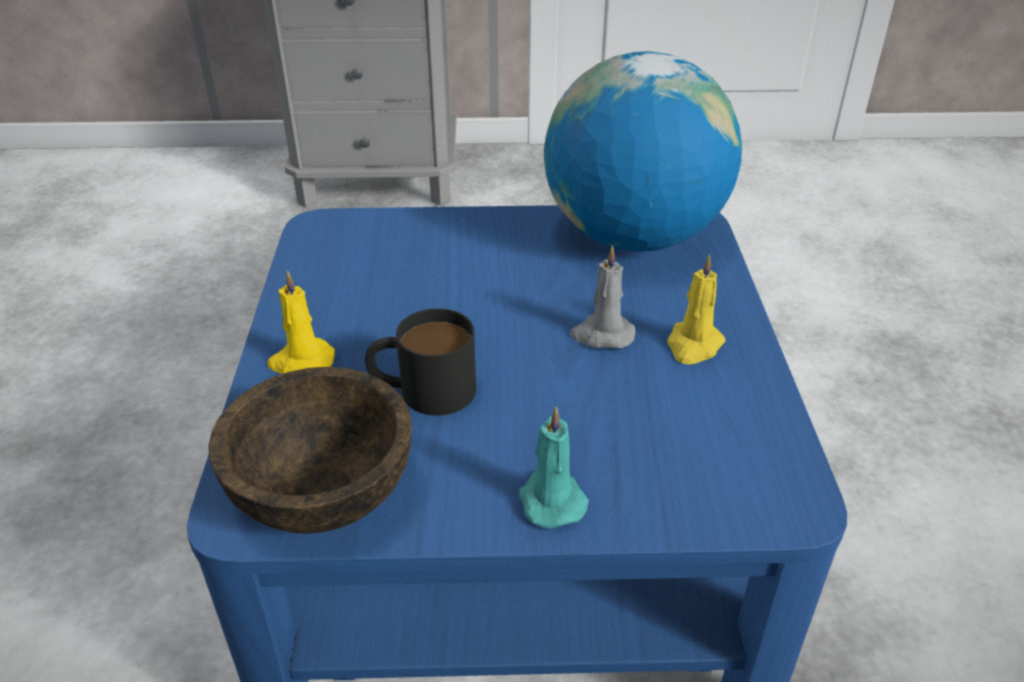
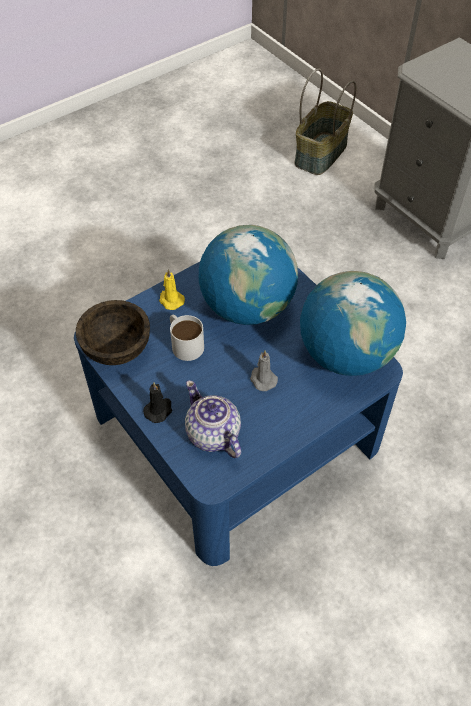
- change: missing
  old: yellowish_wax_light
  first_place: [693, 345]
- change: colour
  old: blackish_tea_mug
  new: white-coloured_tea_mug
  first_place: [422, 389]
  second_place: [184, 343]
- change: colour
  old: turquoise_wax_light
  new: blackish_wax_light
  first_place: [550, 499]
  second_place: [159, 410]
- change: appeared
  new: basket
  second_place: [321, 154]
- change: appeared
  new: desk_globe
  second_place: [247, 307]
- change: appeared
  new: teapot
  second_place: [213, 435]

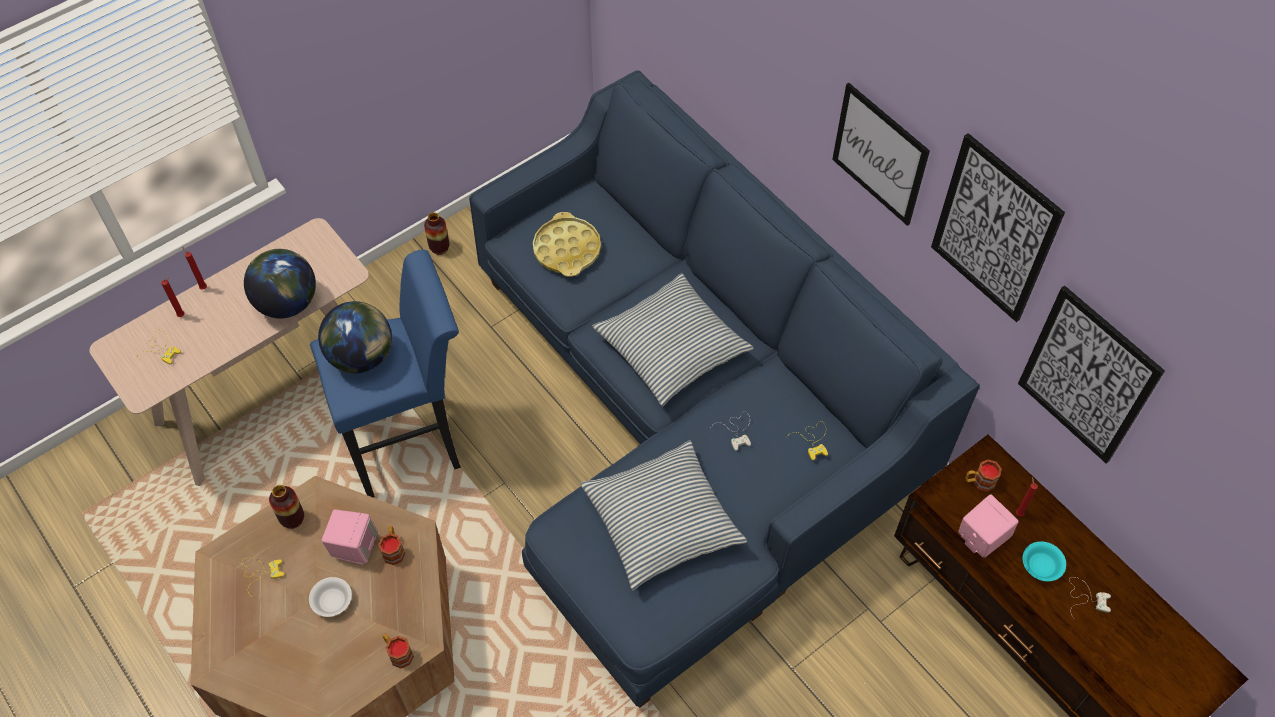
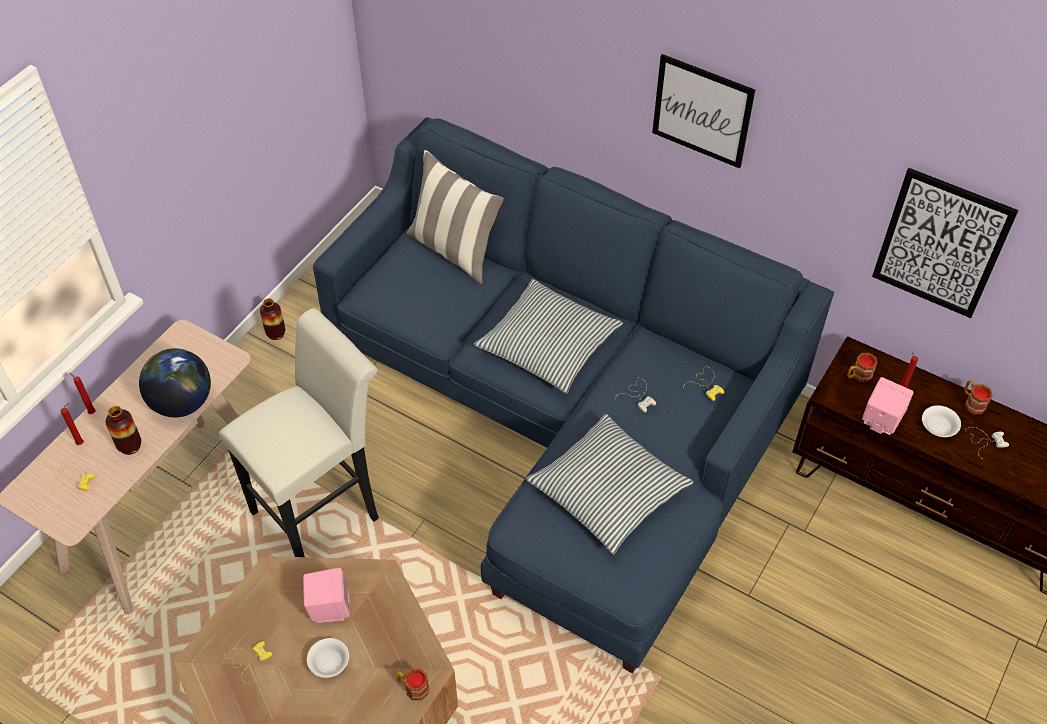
- change: missing
  old: picture
  first_place: [994, 229]
- change: missing
  old: yellowish_serving_tray
  first_place: [567, 249]
- change: colour
  old: blue_stool
  new: white-coloured_stool
  first_place: [412, 442]
  second_place: [323, 510]
- change: missing
  old: desk_globe
  first_place: [361, 356]
- change: relocated
  old: vase
  first_place: [292, 519]
  second_place: [130, 446]
- change: relocated
  old: tea_mug
  first_place: [393, 549]
  second_place: [972, 402]
- change: colour
  old: turquoise_deep_dish
  new: white-coloured_deep_dish
  first_place: [1042, 566]
  second_place: [939, 427]
- change: appeared
  new: pillow
  second_place: [455, 250]

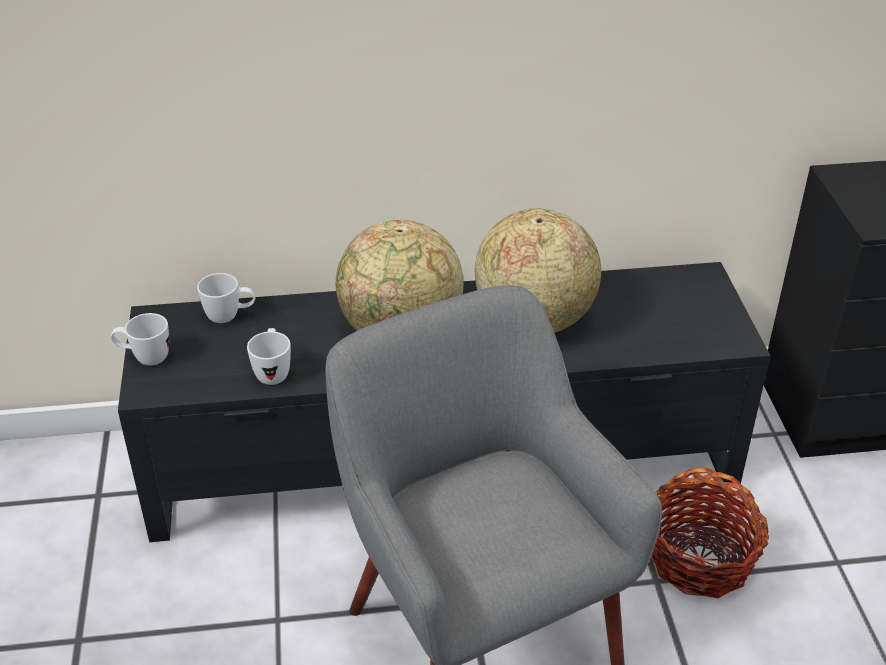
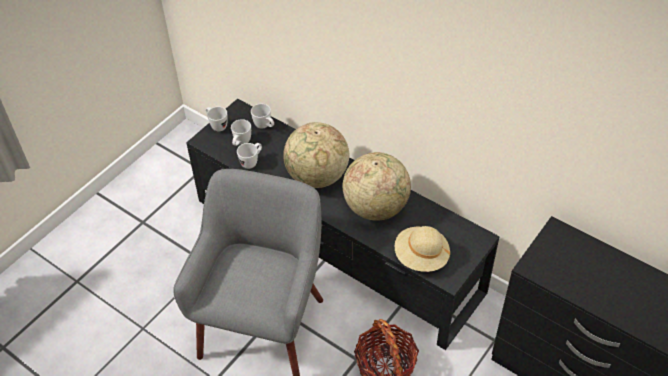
- change: appeared
  new: white-coloured_tea_mug
  second_place: [241, 143]
- change: appeared
  new: beige_hat
  second_place: [421, 257]

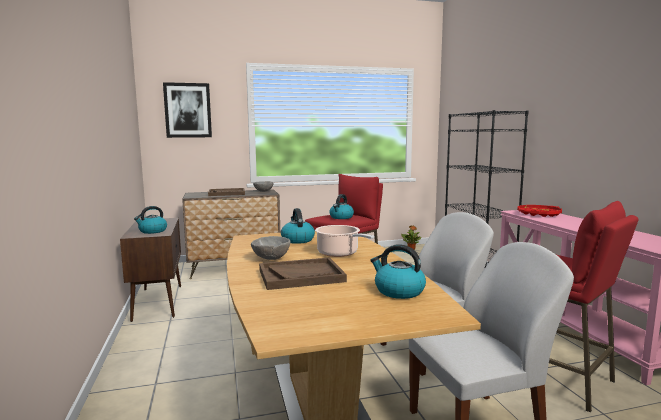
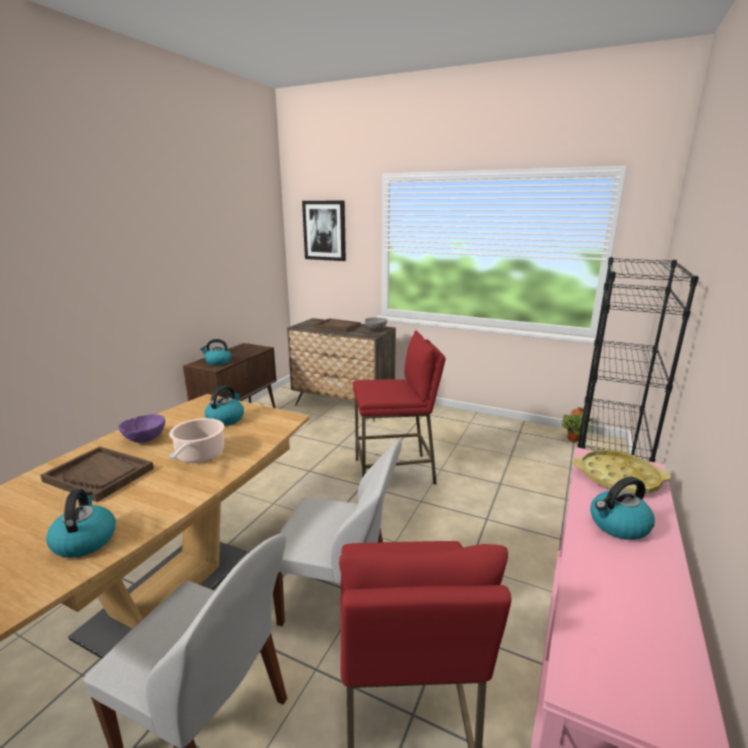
- change: relocated
  old: kettle
  first_place: [341, 217]
  second_place: [618, 525]
- change: colour
  old: red_serving_tray
  new: yellowish_serving_tray
  first_place: [538, 214]
  second_place: [618, 478]
- change: colour
  old: grey_deep_dish
  new: purple_deep_dish
  first_place: [271, 258]
  second_place: [144, 439]

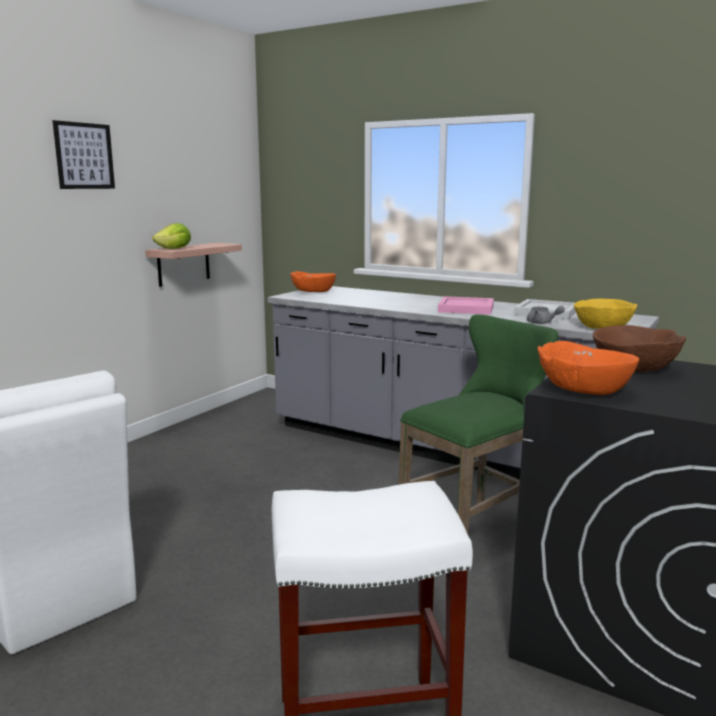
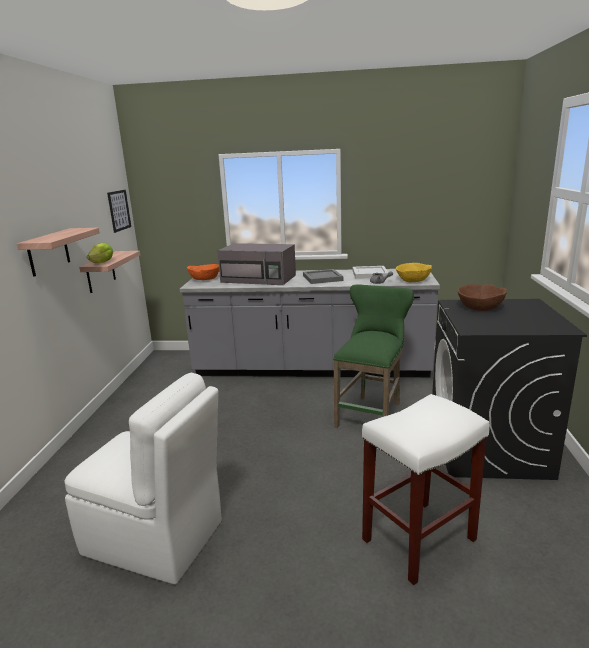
- change: relocated
  old: picture
  first_place: [84, 156]
  second_place: [119, 210]
- change: colour
  old: pink-coloured_serving_tray
  new: grey_serving_tray
  first_place: [467, 308]
  second_place: [323, 278]
- change: missing
  old: orange-coloured_deep_dish
  first_place: [584, 389]
- change: appeared
  new: bracket_shelf
  second_place: [48, 252]
- change: appeared
  new: grey_microwave
  second_place: [259, 279]

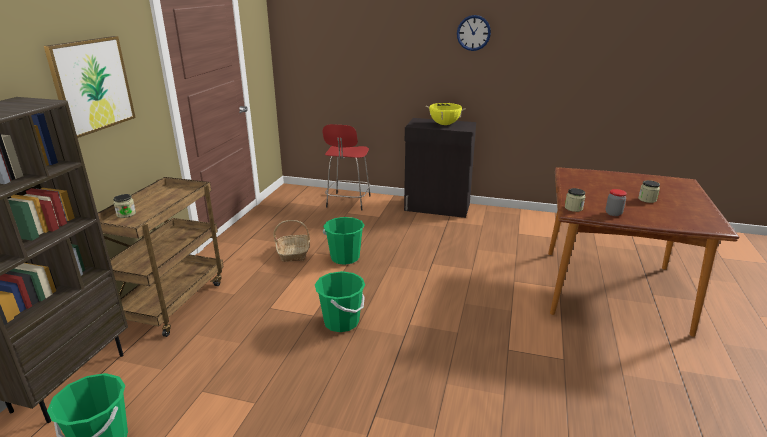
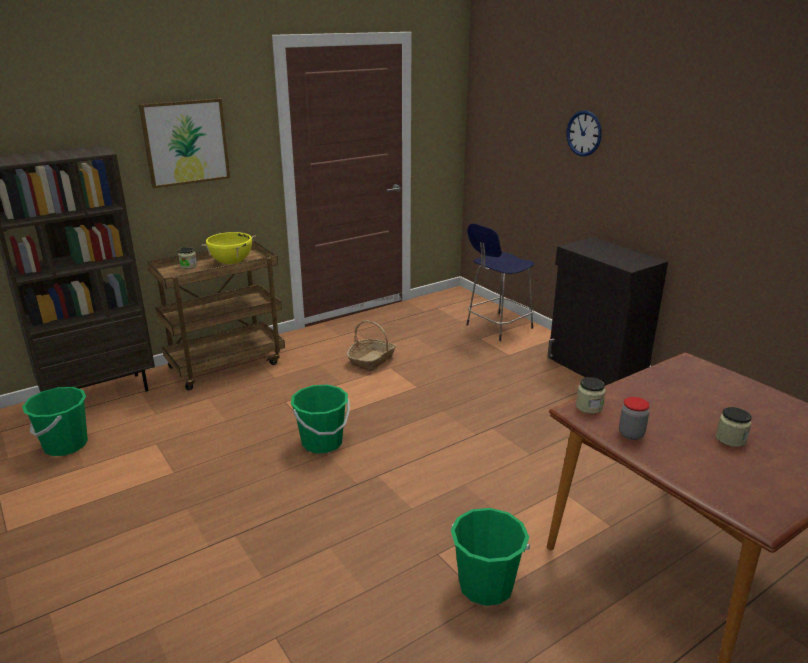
- change: relocated
  old: clock_on_the_wall
  first_place: [473, 33]
  second_place: [584, 133]
- change: relocated
  old: yellowish_saucepot
  first_place: [444, 124]
  second_place: [231, 262]
- change: colour
  old: red_stool
  new: blue_stool
  first_place: [348, 202]
  second_place: [497, 327]
- change: relocated
  old: green-coloured_bucket
  first_place: [345, 258]
  second_place: [486, 585]

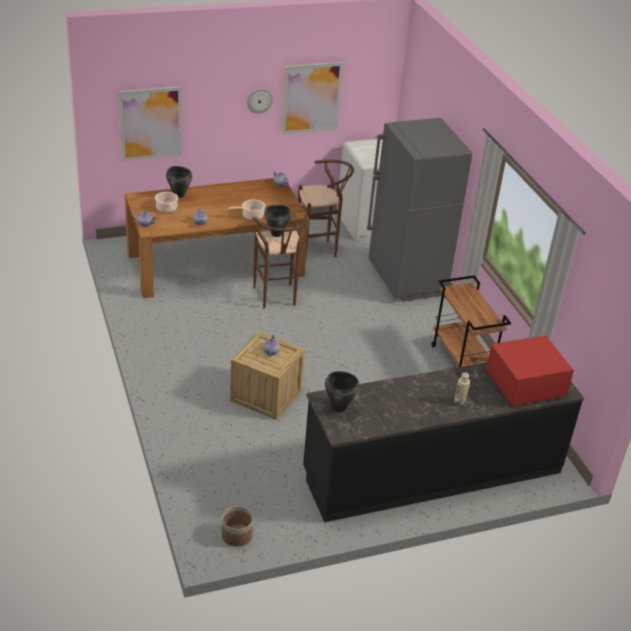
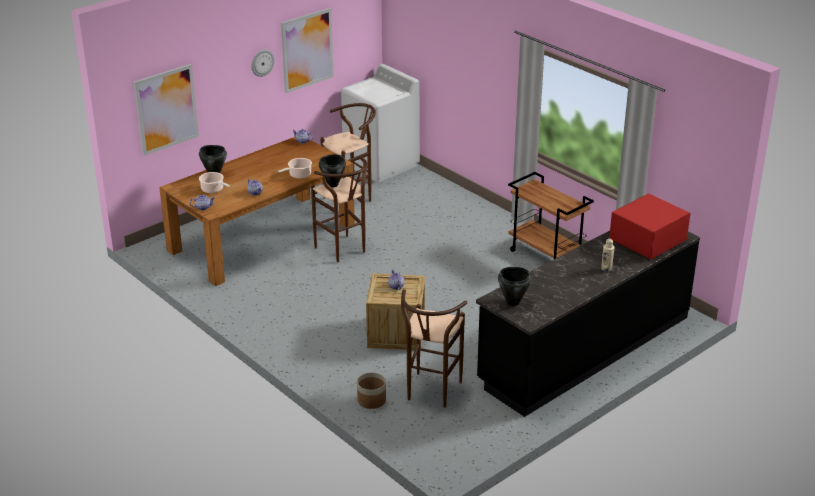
- change: missing
  old: grey_refrigerator
  first_place: [406, 280]
- change: relocated
  old: planter
  first_place: [237, 535]
  second_place: [371, 400]
- change: appeared
  new: brown-coloured_stool
  second_place: [431, 394]

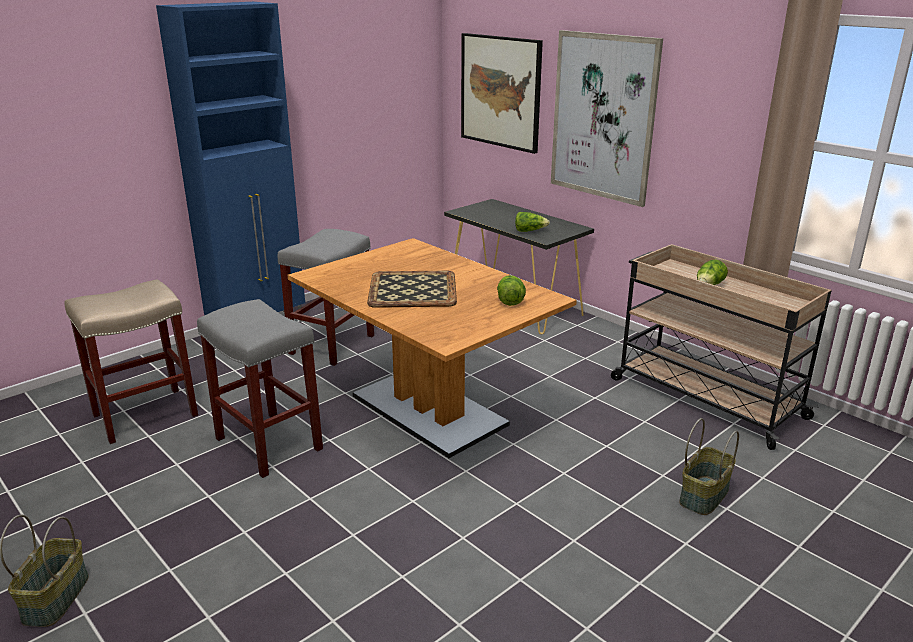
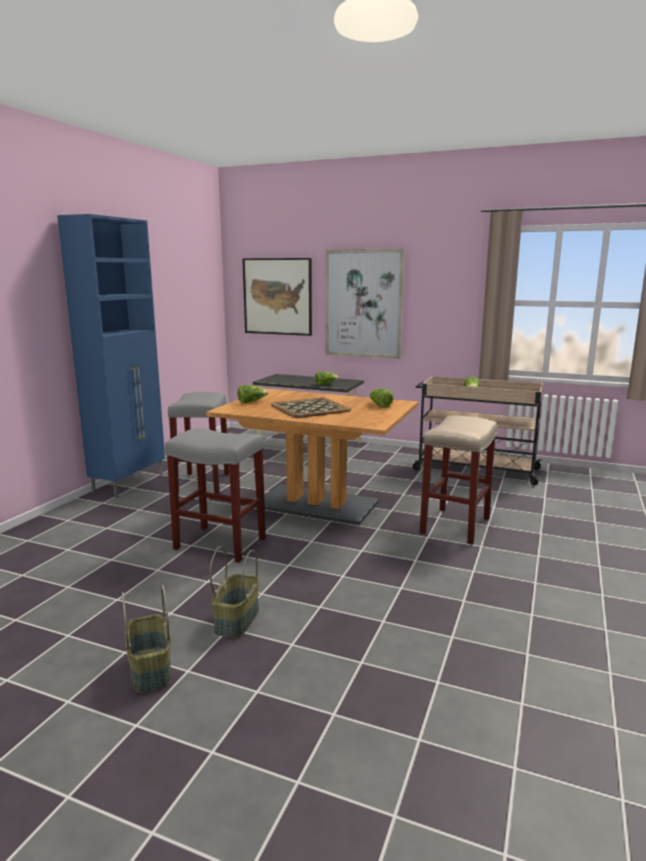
- change: relocated
  old: beige_stool
  first_place: [144, 416]
  second_place: [455, 526]
- change: relocated
  old: basket
  first_place: [703, 495]
  second_place: [236, 620]
- change: appeared
  new: lettuce_head
  second_place: [251, 402]

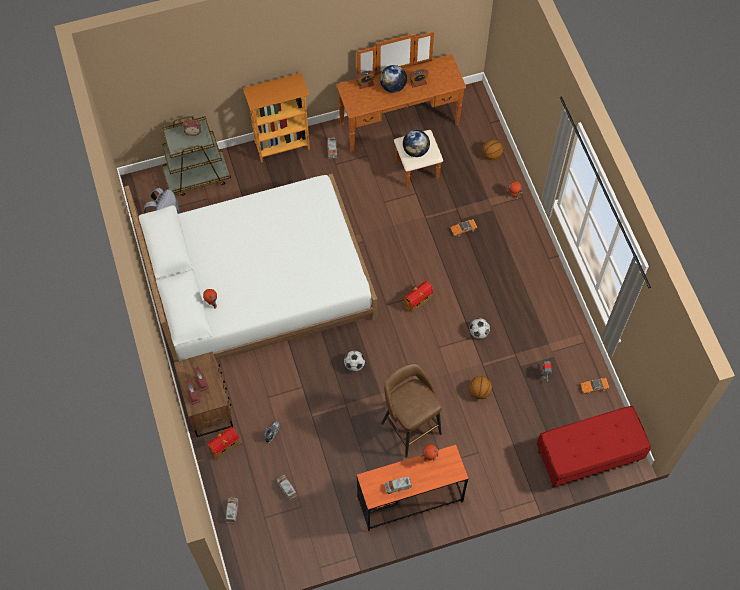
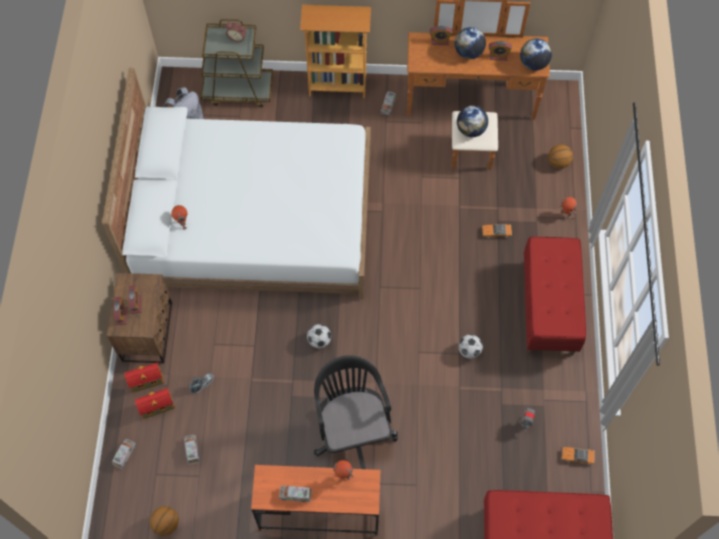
- change: relocated
  old: model_house
  first_place: [418, 300]
  second_place: [158, 406]
- change: exchanged
  old: brown-coloured_stool
  new: blackish_computer_chair
  first_place: [410, 426]
  second_place: [352, 429]
- change: relocated
  old: basketball_ball
  first_place: [479, 392]
  second_place: [166, 524]
- change: appeared
  new: desk_globe
  second_place: [533, 64]
- change: appeared
  new: red_indoor_bench
  second_place: [549, 307]

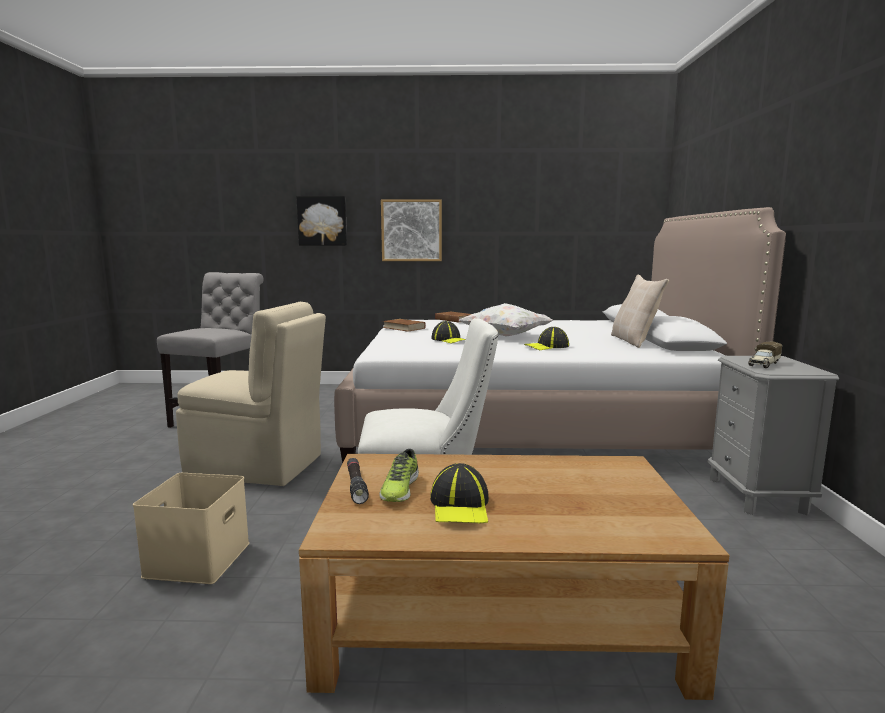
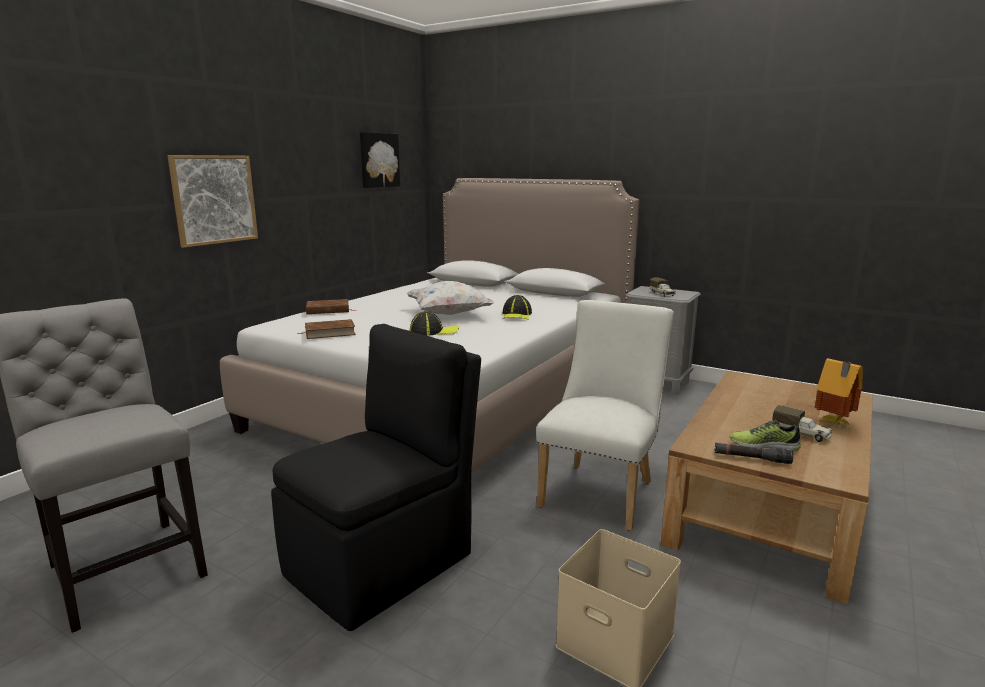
- change: relocated
  old: picture
  first_place: [322, 221]
  second_place: [378, 160]
- change: missing
  old: beige_pillow
  first_place: [635, 341]
- change: colour
  old: beige_chair
  new: blackish_chair
  first_place: [258, 466]
  second_place: [383, 562]
- change: spun
  old: item_of_footwear
  first_place: [399, 489]
  second_place: [763, 445]
  degrees: 150
- change: exchanged
  old: peaked_cap
  new: toy_truck
  first_place: [460, 506]
  second_place: [801, 434]
- change: appeared
  new: model_house
  second_place: [833, 424]

